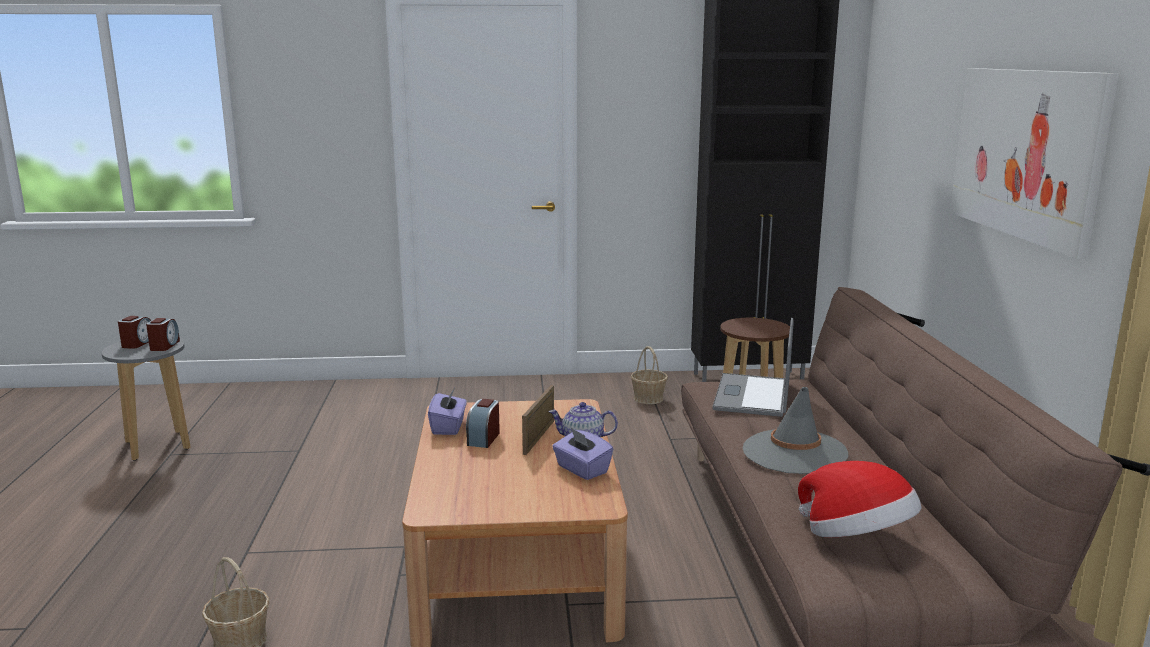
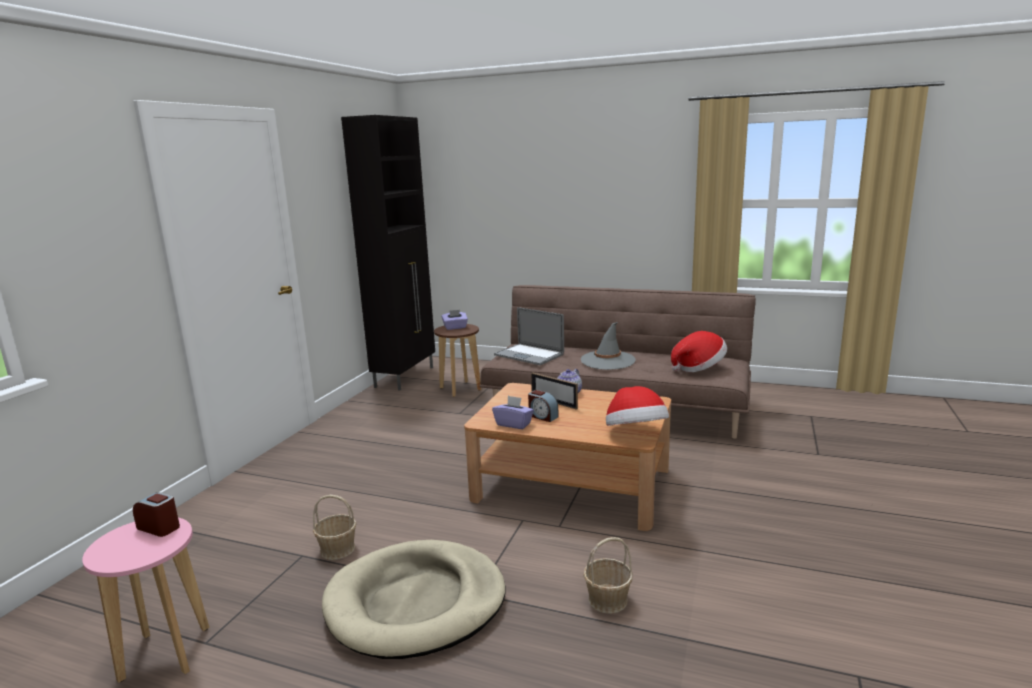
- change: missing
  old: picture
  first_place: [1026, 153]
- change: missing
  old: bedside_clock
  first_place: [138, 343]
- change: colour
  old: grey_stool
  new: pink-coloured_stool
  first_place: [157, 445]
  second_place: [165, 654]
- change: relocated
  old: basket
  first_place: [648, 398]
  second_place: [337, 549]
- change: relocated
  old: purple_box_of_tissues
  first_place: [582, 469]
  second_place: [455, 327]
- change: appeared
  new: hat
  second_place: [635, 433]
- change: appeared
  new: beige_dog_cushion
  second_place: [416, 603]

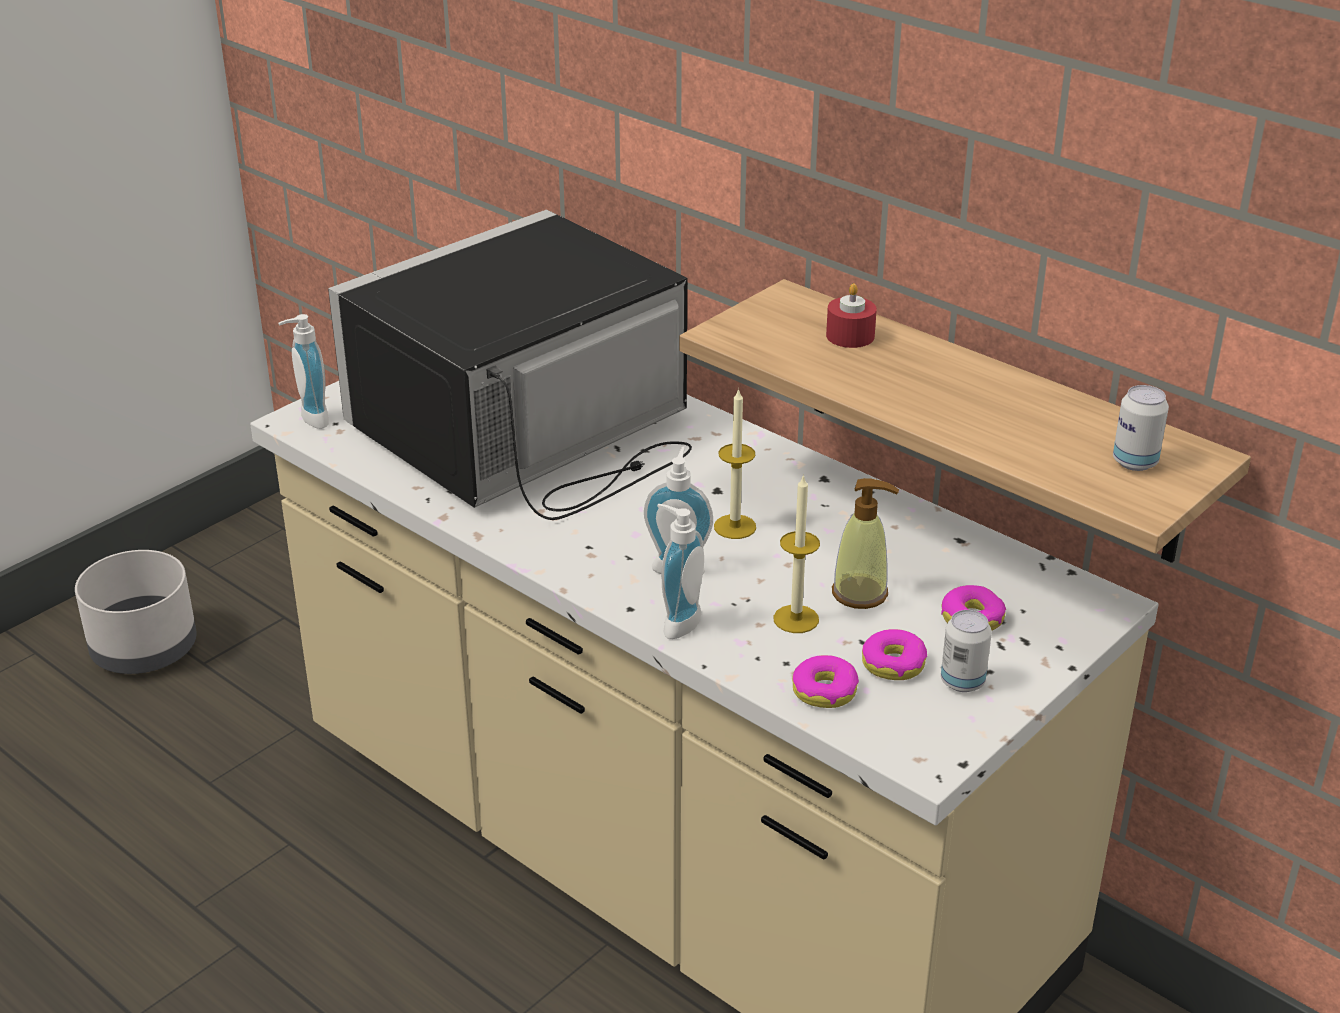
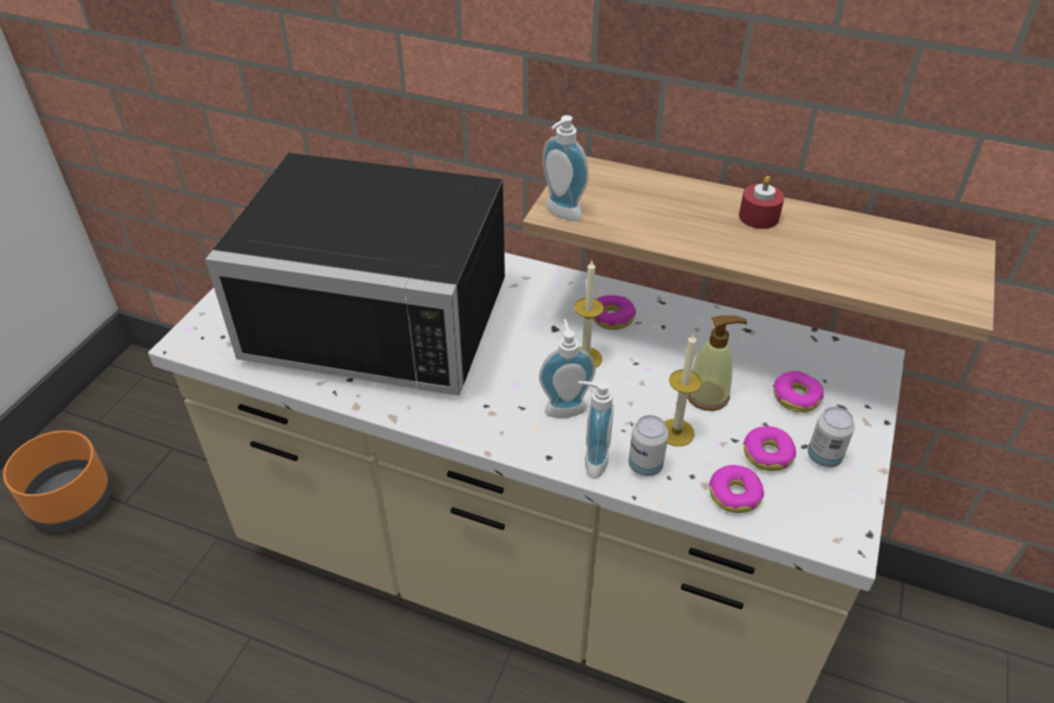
- change: spun
  old: blackish_microwave
  first_place: [530, 433]
  second_place: [386, 310]
  degrees: -105
- change: relocated
  old: red_wax_light
  first_place: [850, 336]
  second_place: [759, 217]
- change: relocated
  old: soap_bottle
  first_place: [309, 419]
  second_place: [560, 214]
- change: relocated
  old: metal_can
  first_place: [1135, 462]
  second_place: [645, 466]
- change: colour
  old: grey_planter
  new: orange-coloured_planter
  first_place: [144, 650]
  second_place: [73, 504]
- change: appeared
  new: ring_doughnut
  second_place: [612, 318]

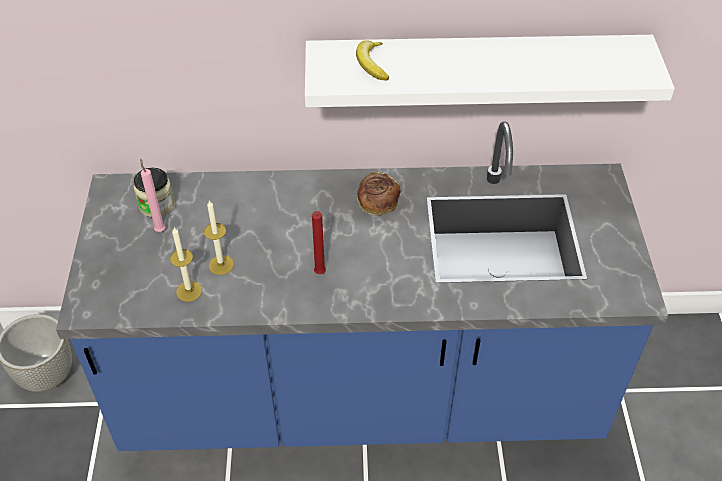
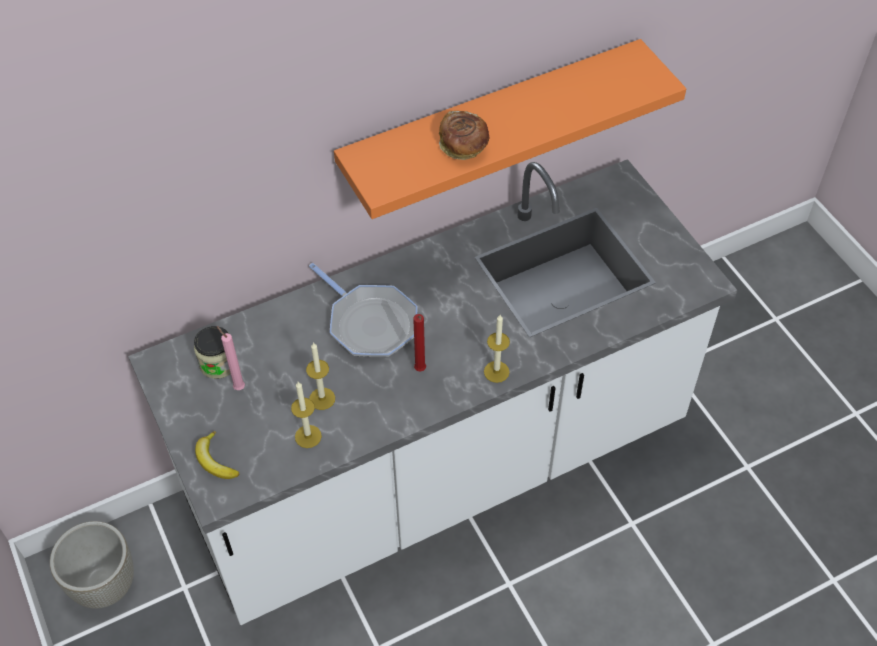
- change: colour
  old: white-coloured_bracket_shelf
  new: orange-coloured_bracket_shelf
  first_place: [476, 70]
  second_place: [491, 122]
- change: relocated
  old: banana
  first_place: [371, 64]
  second_place: [215, 461]
- change: colour
  old: blue_kitchen_counter
  new: white-coloured_kitchen_counter
  first_place: [361, 395]
  second_place: [439, 469]
- change: relocated
  old: bread
  first_place: [377, 204]
  second_place: [463, 146]
- change: appeared
  new: pan
  second_place: [369, 323]
- change: appeared
  new: wax_light
  second_place: [496, 371]

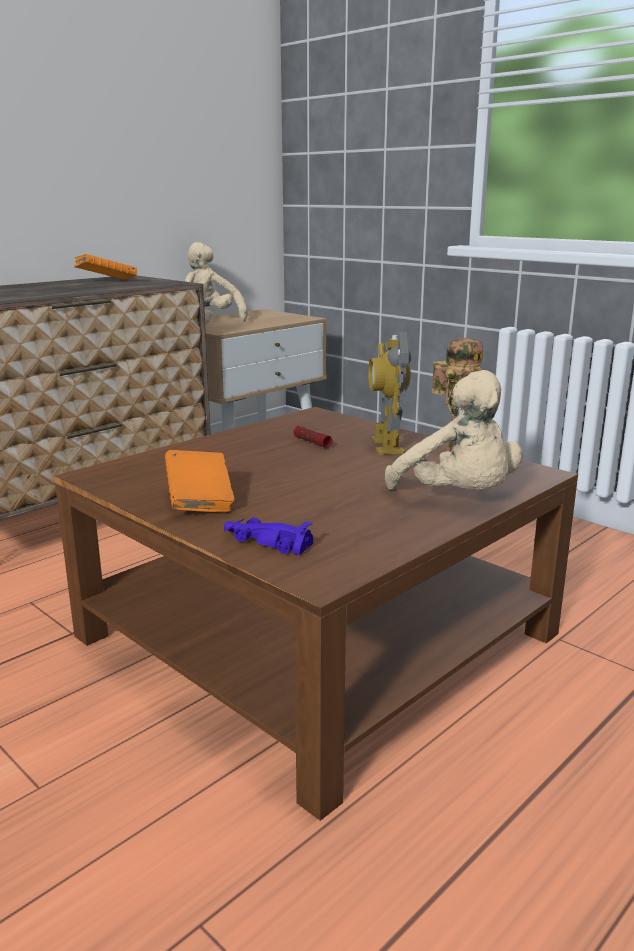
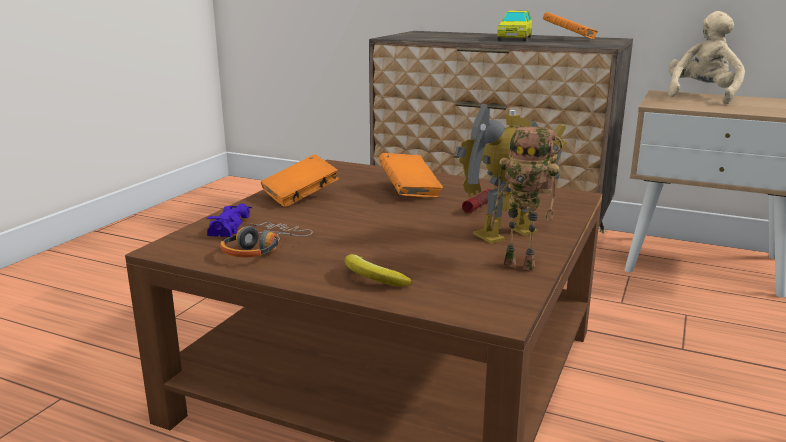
- change: exchanged
  old: beige_plush_toy
  new: banana
  first_place: [458, 498]
  second_place: [372, 278]
- change: appeared
  new: toy_car
  second_place: [514, 39]
- change: appeared
  new: orange-coloured_bound_book
  second_place: [409, 191]
- change: appeared
  new: headset
  second_place: [262, 248]

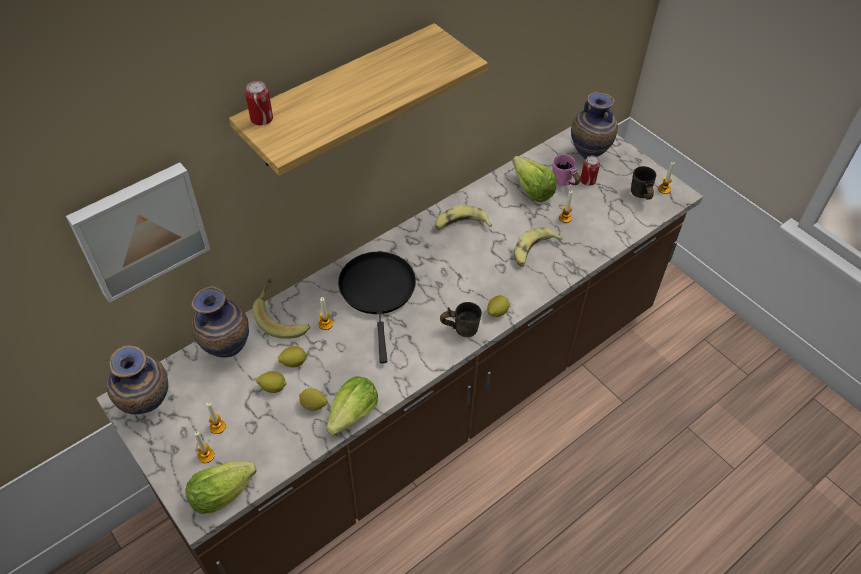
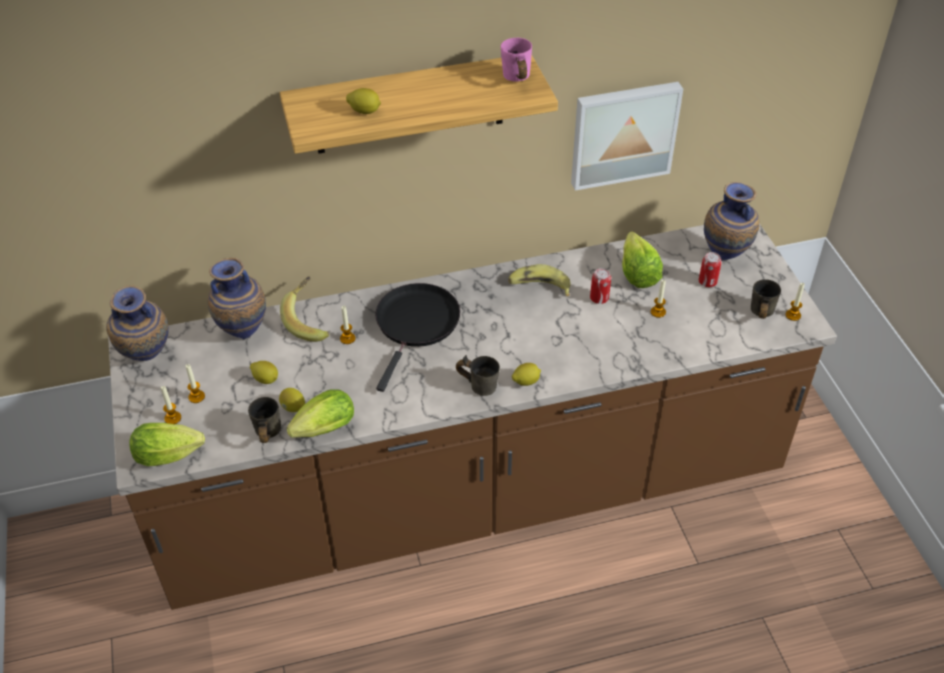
- change: relocated
  old: metal_can
  first_place: [262, 120]
  second_place: [599, 298]
- change: relocated
  old: pink-coloured_tea_mug
  first_place: [562, 184]
  second_place: [514, 80]
- change: relocated
  old: picture
  first_place: [140, 229]
  second_place: [623, 133]
- change: missing
  old: banana
  first_place: [533, 251]
- change: relocated
  old: whole_lemon
  first_place: [294, 362]
  second_place: [365, 111]
- change: appeared
  new: grey_tea_mug
  second_place: [264, 435]

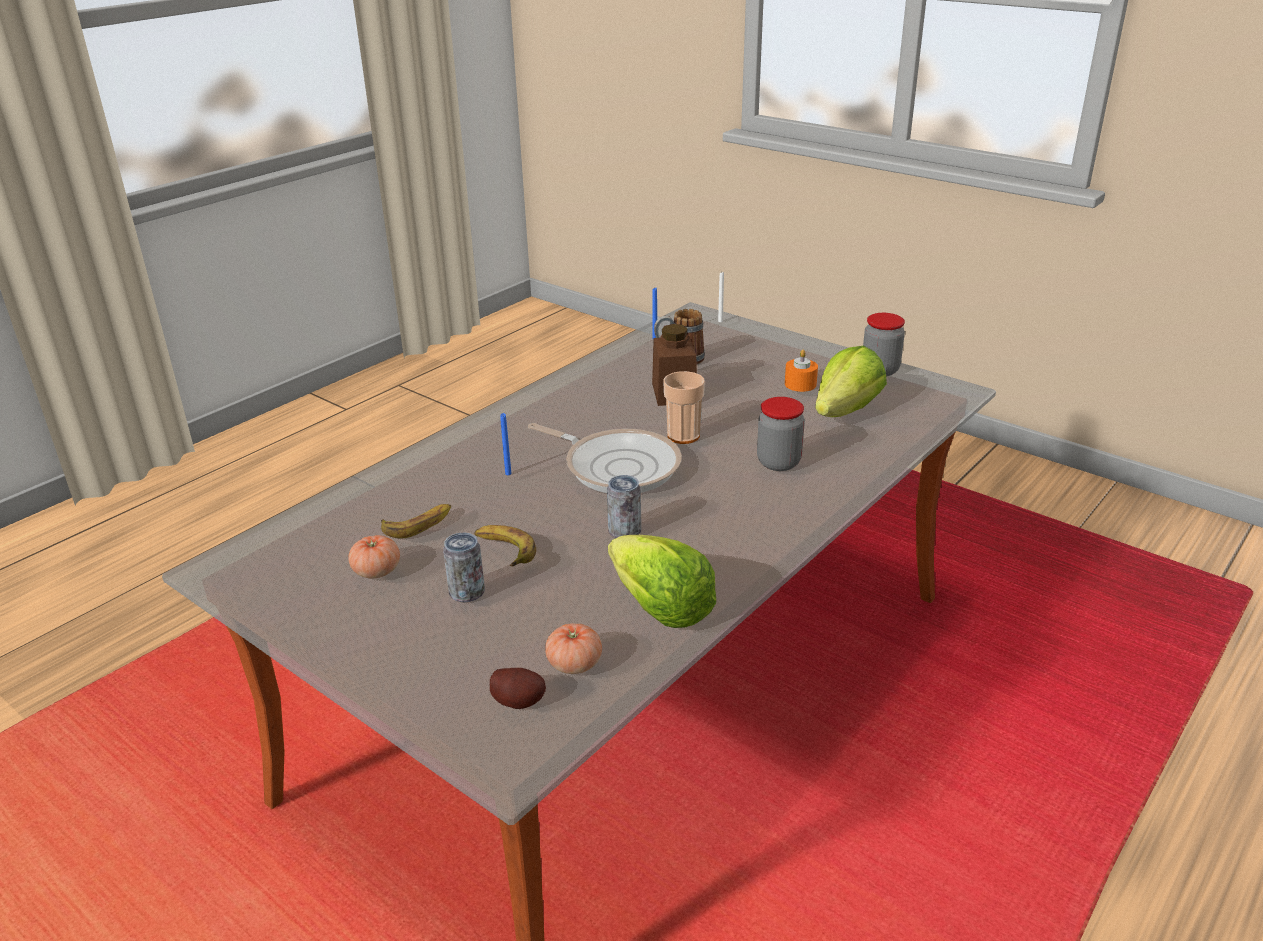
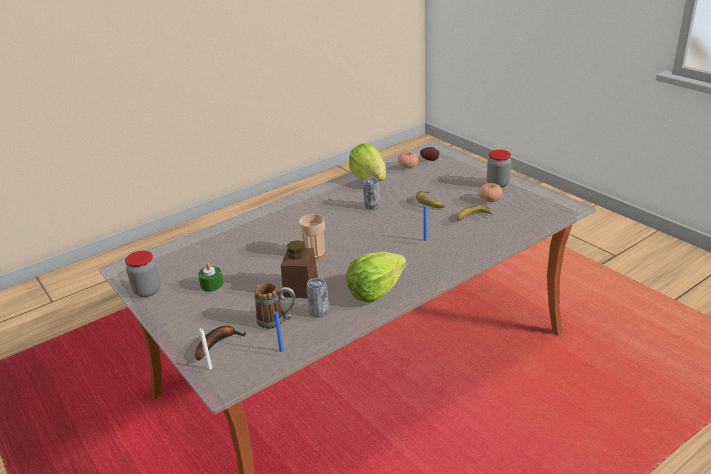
- change: relocated
  old: lettuce_head
  first_place: [845, 411]
  second_place: [375, 291]
- change: colour
  old: orange-coloured_wax_light
  new: green-coloured_wax_light
  first_place: [800, 384]
  second_place: [212, 285]
- change: relocated
  old: storage_jar
  first_place: [778, 462]
  second_place: [498, 184]
- change: missing
  old: pan
  first_place: [617, 466]
- change: relocated
  old: metal_can
  first_place: [467, 592]
  second_place: [319, 311]
- change: appeared
  new: banana
  second_place: [217, 343]

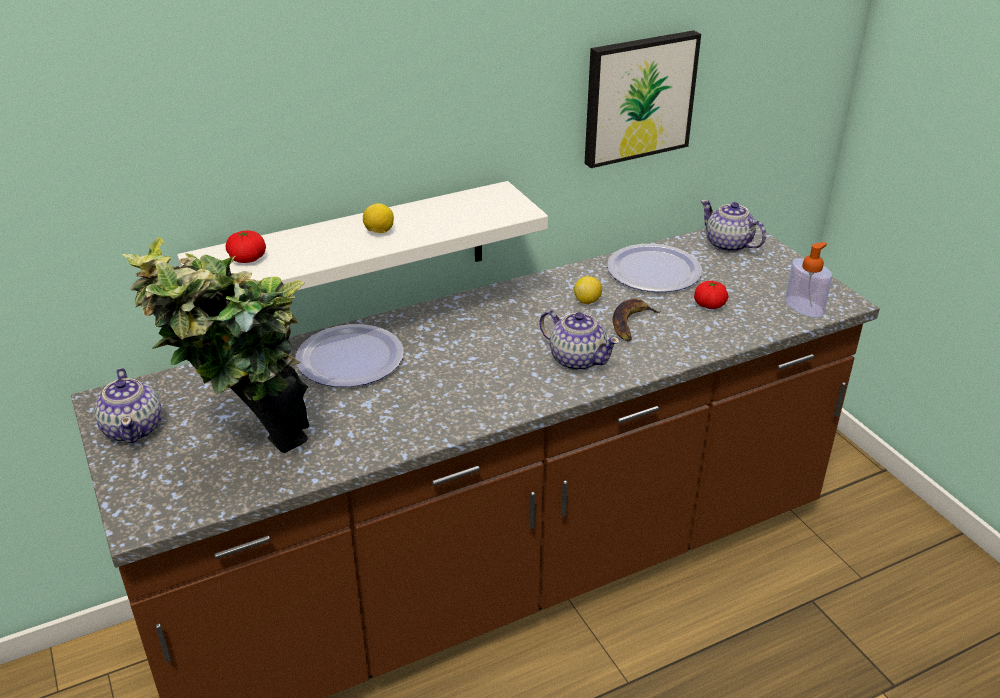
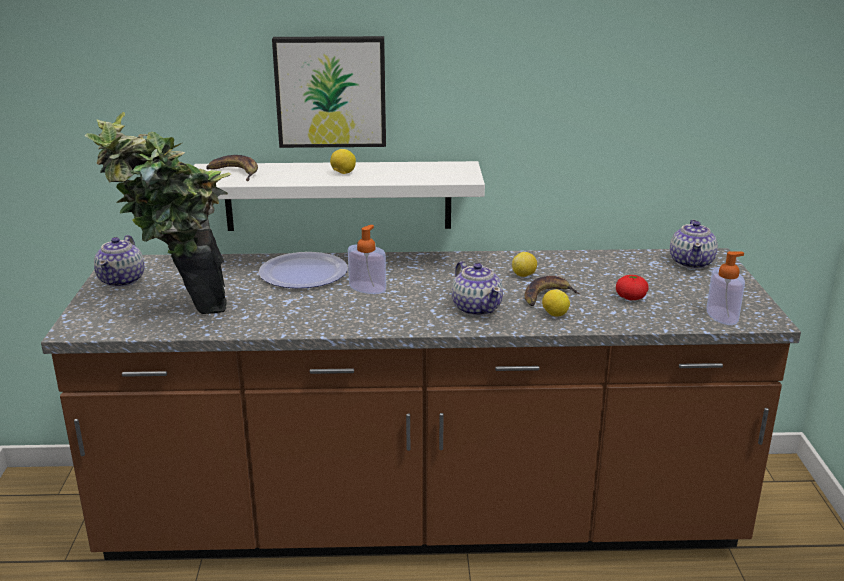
- change: relocated
  old: picture
  first_place: [638, 97]
  second_place: [331, 91]
- change: spun
  old: teapot
  first_place: [728, 245]
  second_place: [691, 262]
  degrees: -150
- change: exchanged
  old: whole_tomato
  new: banana
  first_place: [247, 259]
  second_place: [235, 172]
- change: missing
  old: dinner_plate
  first_place: [653, 270]
- change: appeared
  new: soap_bottle
  second_place: [367, 288]
- change: appeared
  new: whole_lemon
  second_place: [554, 314]

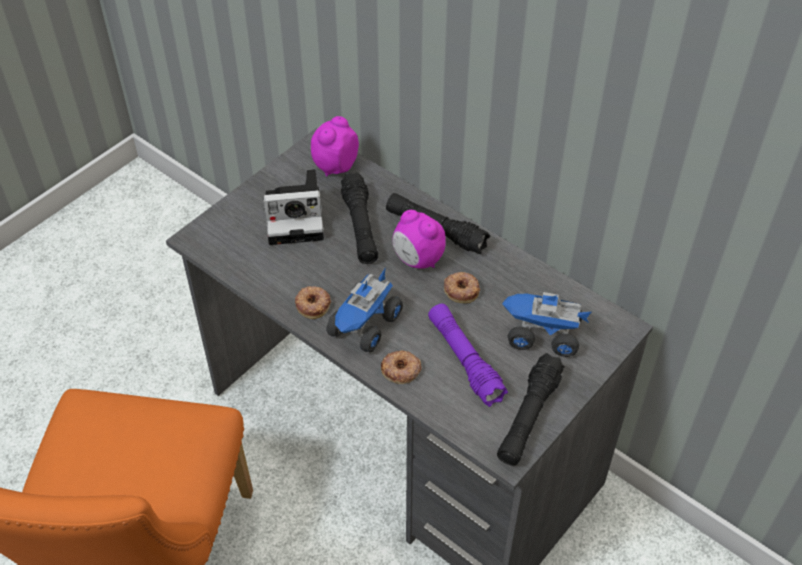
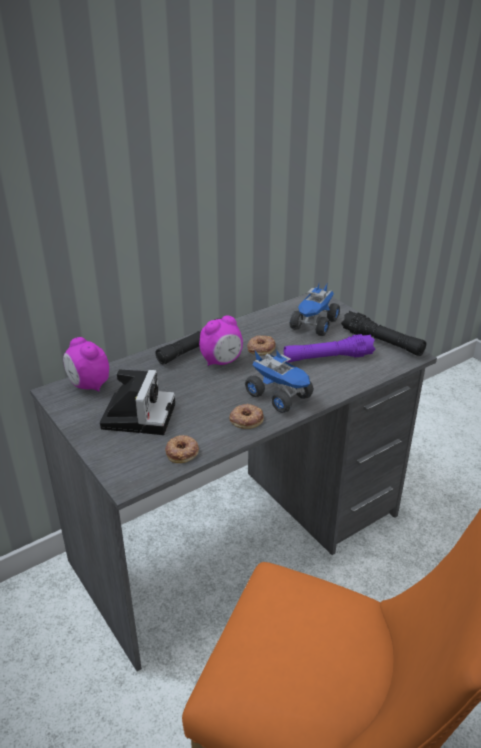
- change: missing
  old: blackish_flashlight
  first_place: [360, 226]
- change: relocated
  old: ring_doughnut
  first_place: [401, 370]
  second_place: [182, 452]

